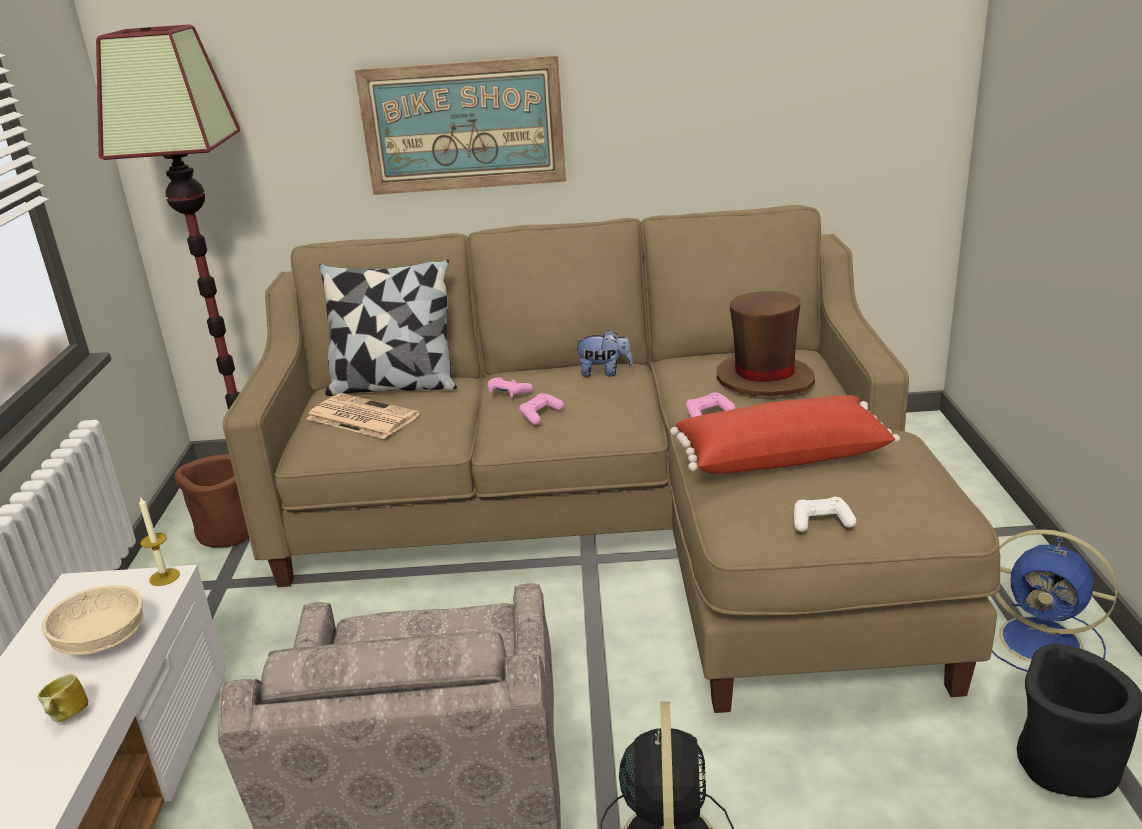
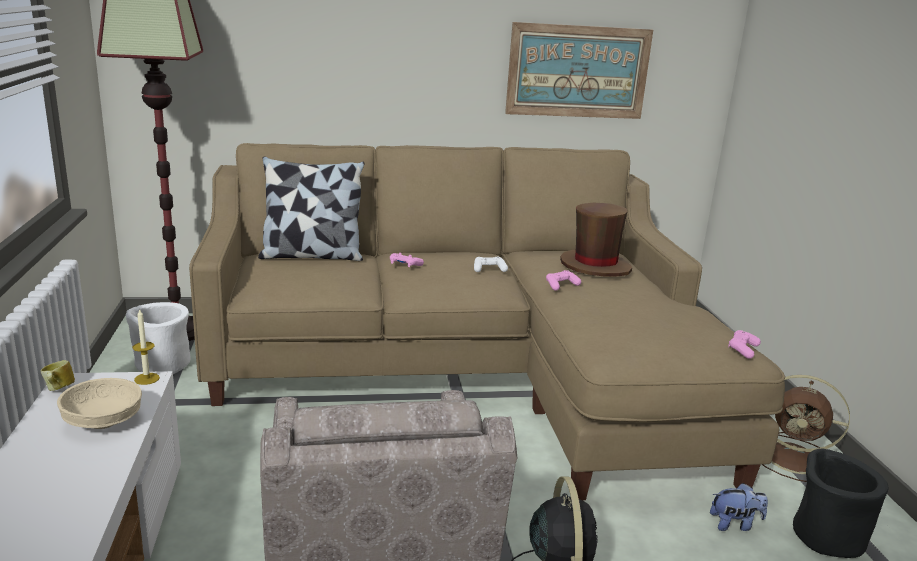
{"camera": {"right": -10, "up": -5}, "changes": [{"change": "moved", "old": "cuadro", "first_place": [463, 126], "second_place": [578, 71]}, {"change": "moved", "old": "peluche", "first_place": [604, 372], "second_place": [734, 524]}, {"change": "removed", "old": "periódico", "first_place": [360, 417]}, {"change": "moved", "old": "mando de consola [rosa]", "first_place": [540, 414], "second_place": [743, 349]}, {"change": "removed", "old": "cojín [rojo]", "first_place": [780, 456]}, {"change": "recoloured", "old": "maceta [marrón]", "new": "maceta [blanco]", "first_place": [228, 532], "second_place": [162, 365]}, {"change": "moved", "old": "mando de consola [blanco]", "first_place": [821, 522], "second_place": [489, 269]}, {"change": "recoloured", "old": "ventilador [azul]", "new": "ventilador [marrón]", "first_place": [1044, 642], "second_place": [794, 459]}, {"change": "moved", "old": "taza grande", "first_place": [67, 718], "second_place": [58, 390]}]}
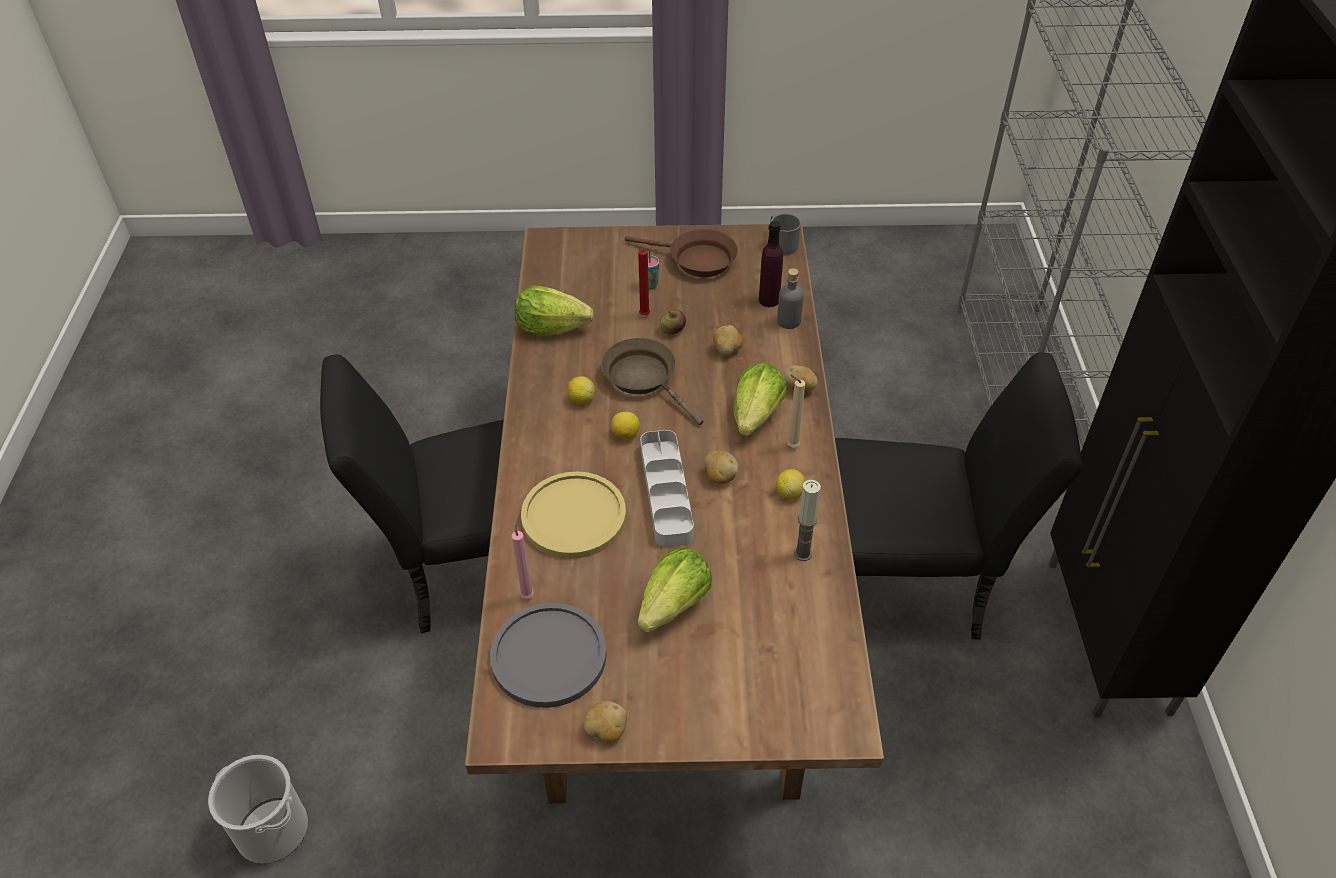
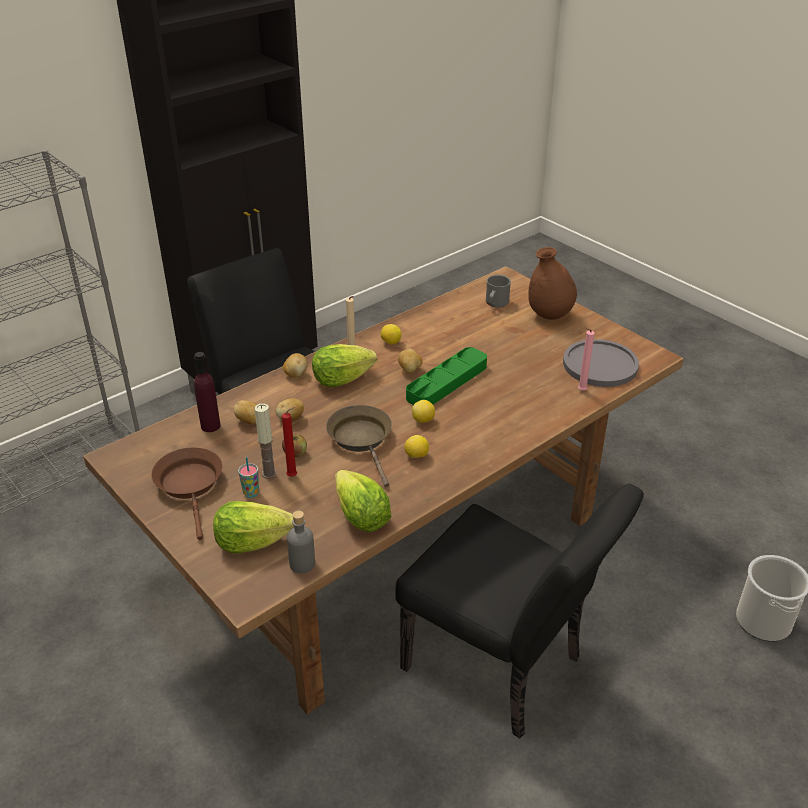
{"camera": {"right": -130, "up": -10}, "changes": [{"change": "moved", "old": "taza grande [gris]", "first_place": [781, 243], "second_place": [495, 303]}, {"change": "moved", "old": "botella [gris]", "first_place": [788, 321], "second_place": [302, 564]}, {"change": "turned", "old": "sartén [marrón]", "first_place": [644, 378], "second_place": [362, 440], "degrees": 150}, {"change": "recoloured", "old": "bandeja [gris]", "new": "bandeja [verde]", "first_place": [666, 492], "second_place": [447, 382]}, {"change": "removed", "old": "plato [amarillo]", "first_place": [574, 516]}, {"change": "moved", "old": "vela", "first_place": [803, 554], "second_place": [269, 473]}, {"change": "moved", "old": "lechuga", "first_place": [674, 605], "second_place": [252, 542]}, {"change": "moved", "old": "patata", "first_place": [606, 731], "second_place": [249, 421]}, {"change": "added", "new": "florero [marrón]", "second_place": [549, 315]}]}
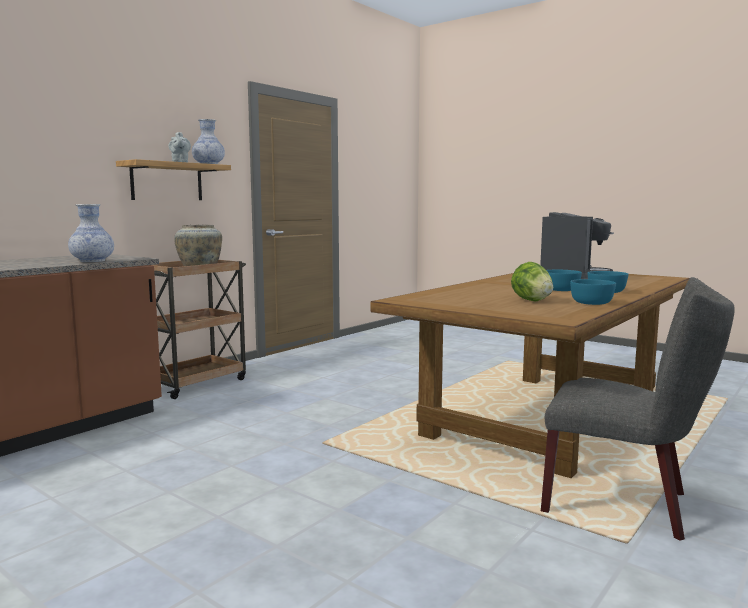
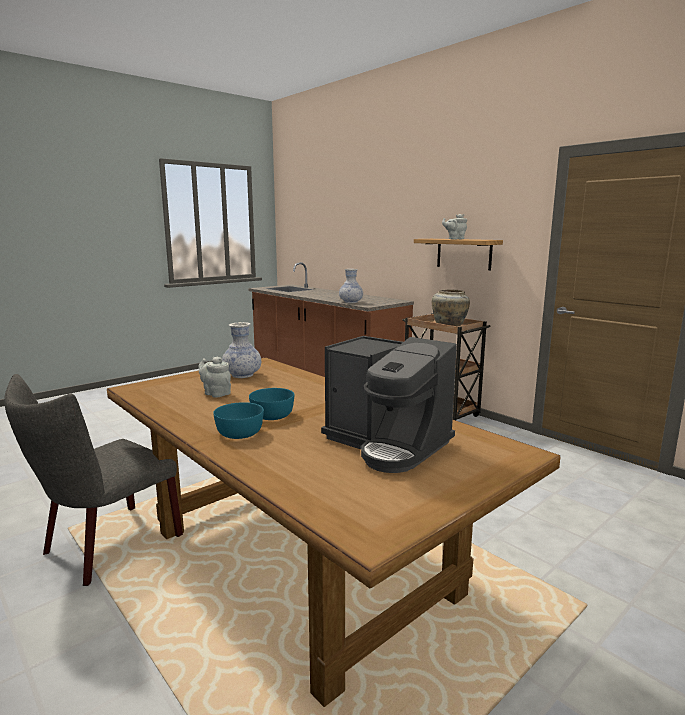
{"camera": {"right": 100, "up": 5}, "changes": [{"change": "moved", "old": "florero", "first_place": [209, 164], "second_place": [242, 375]}, {"change": "replaced", "old": "lechuga", "new": "tetera [gris]", "first_place": [532, 301], "second_place": [216, 393]}, {"change": "removed", "old": "cuenco [turquesa]", "first_place": [592, 303]}]}
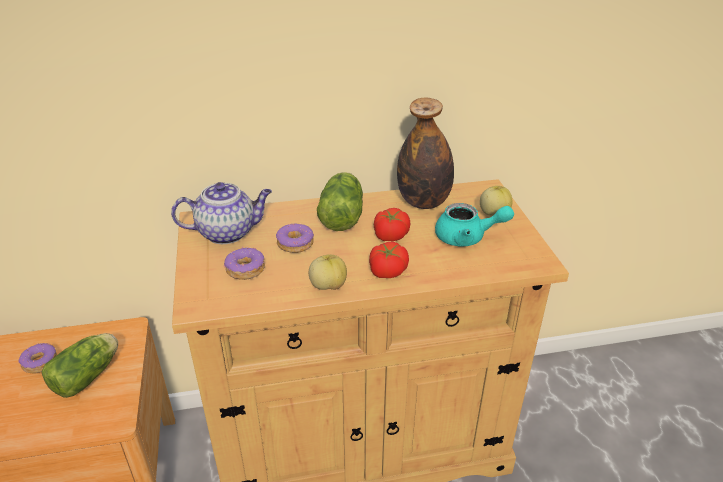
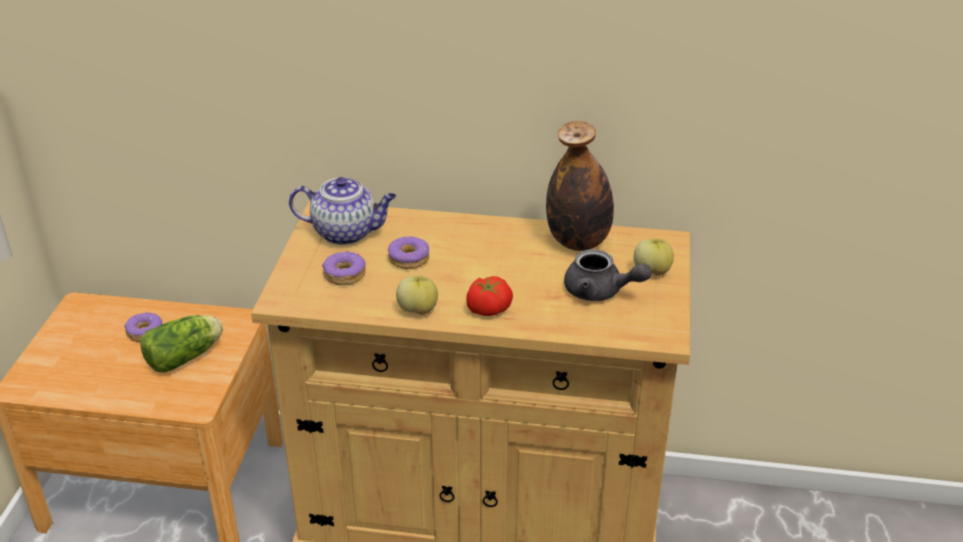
{"camera": {"right": 20, "up": 0}, "changes": [{"change": "removed", "old": "lechuga", "first_place": [342, 214]}, {"change": "recoloured", "old": "tetera [turquesa]", "new": "tetera [gris]", "first_place": [467, 237], "second_place": [600, 292]}, {"change": "removed", "old": "tomate", "first_place": [390, 235]}]}
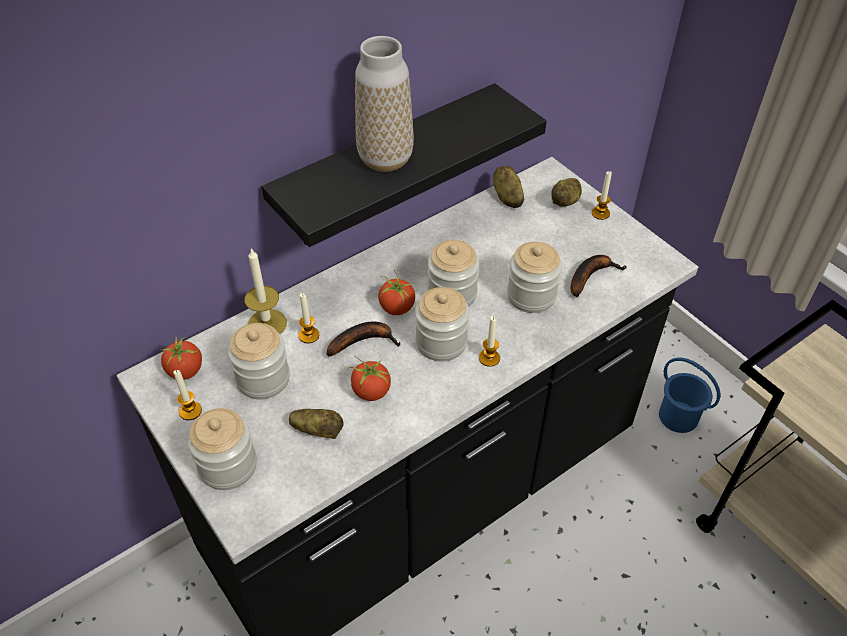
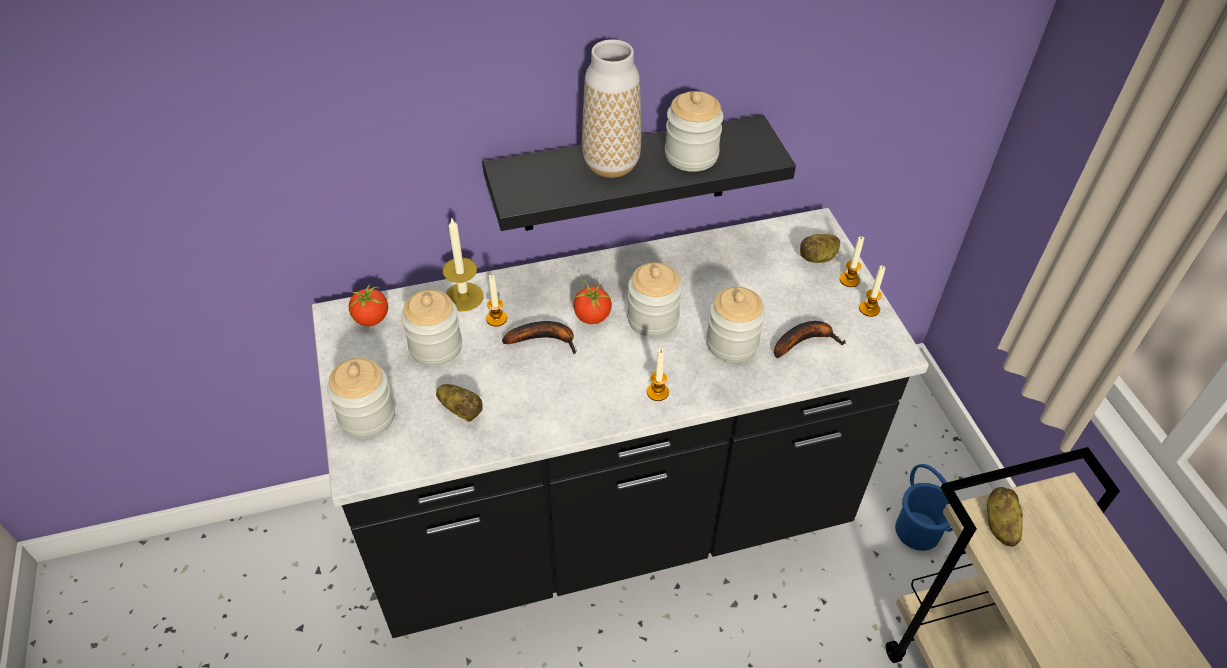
{"camera": {"right": 20, "up": 0}, "changes": [{"change": "moved", "old": "patata", "first_place": [507, 197], "second_place": [999, 524]}, {"change": "moved", "old": "tarro", "first_place": [441, 342], "second_place": [691, 155]}, {"change": "removed", "old": "tomate", "first_place": [371, 391]}, {"change": "moved", "old": "vela", "first_place": [190, 411], "second_place": [869, 309]}]}
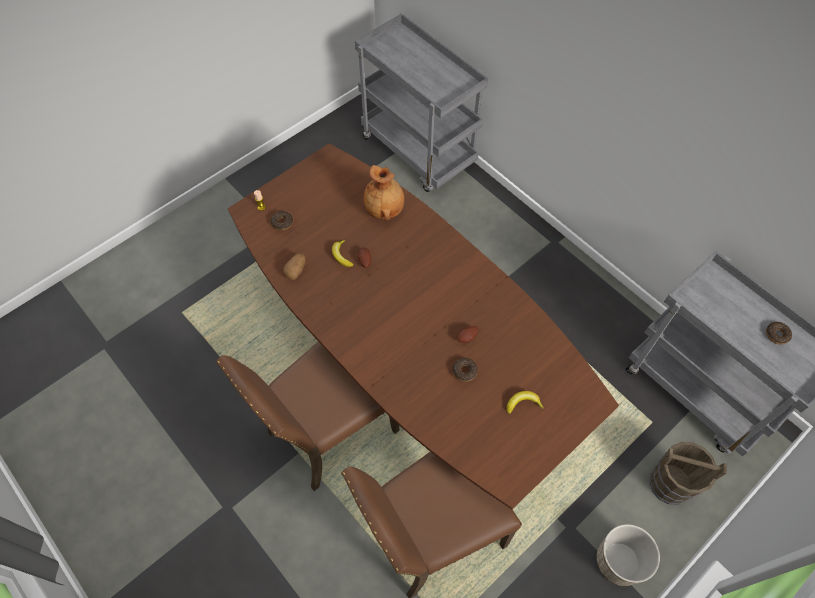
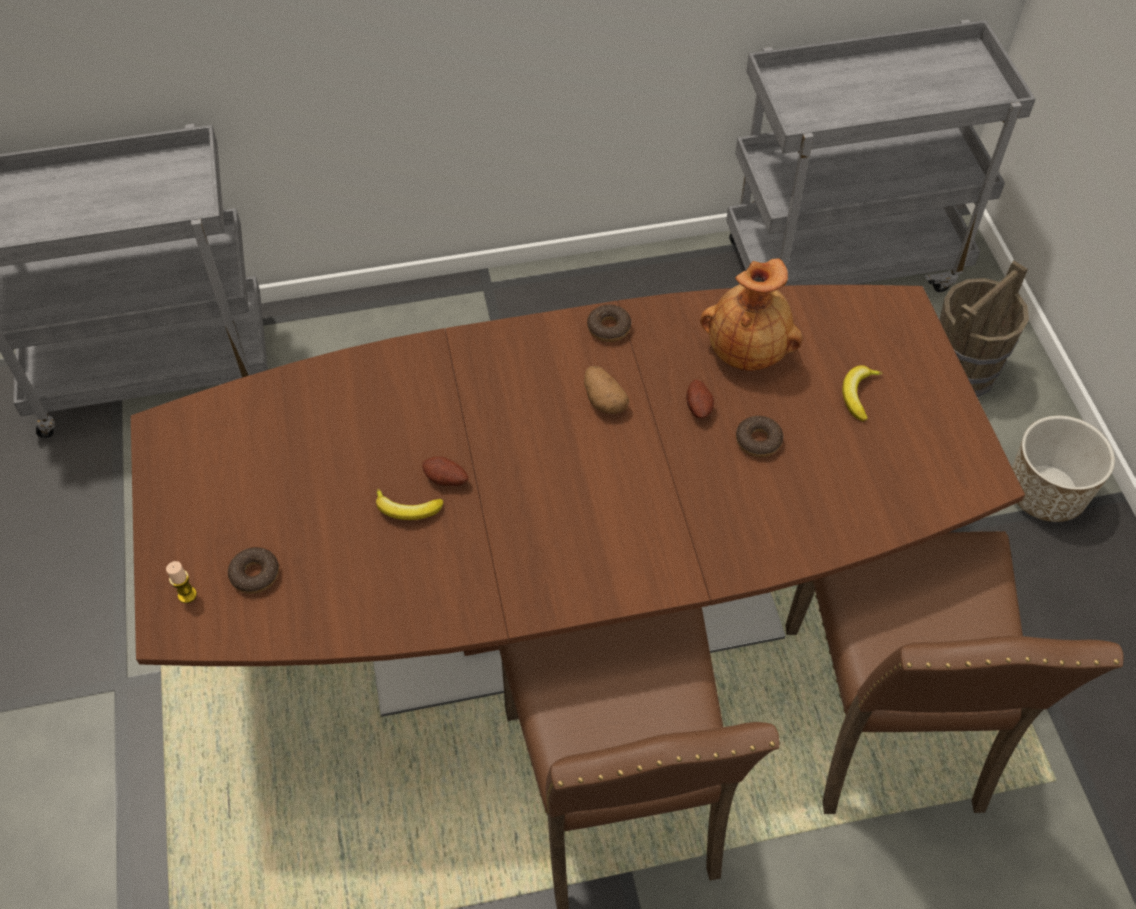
{"camera": {"right": -60, "up": -5}, "changes": [{"change": "moved", "old": "florero [marrón]", "first_place": [385, 209], "second_place": [747, 351]}, {"change": "moved", "old": "patata", "first_place": [296, 270], "second_place": [603, 400]}, {"change": "moved", "old": "rosquilla", "first_place": [777, 334], "second_place": [609, 328]}]}
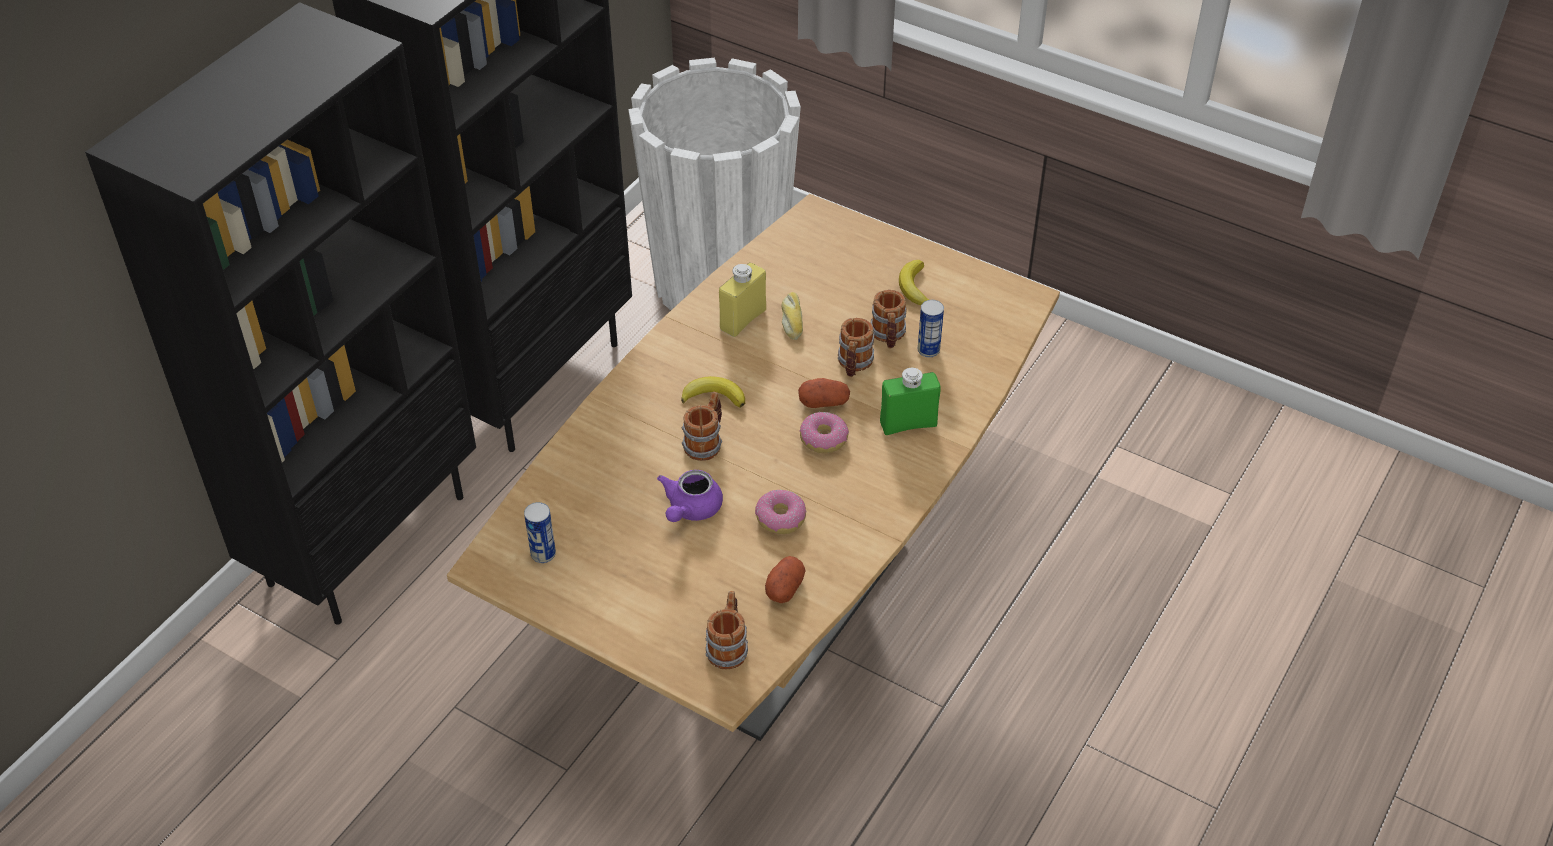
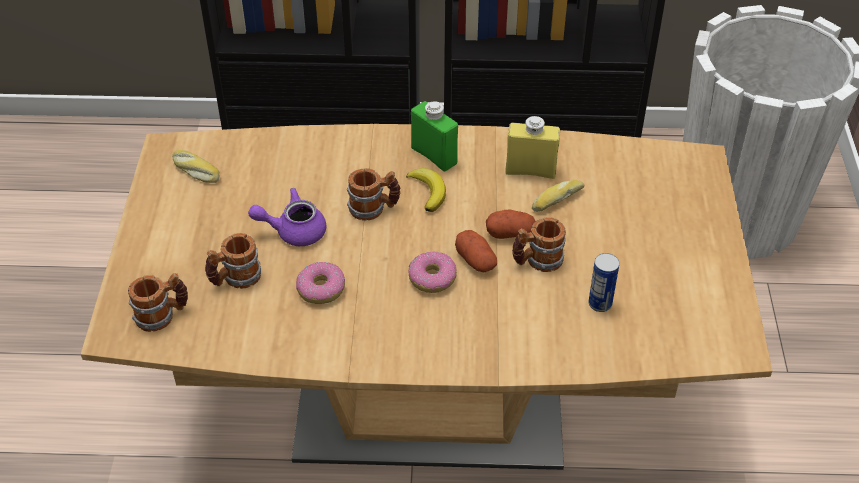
{"camera": {"right": 60, "up": 0}, "changes": [{"change": "removed", "old": "plátano", "first_place": [914, 287]}, {"change": "moved", "old": "taza grande", "first_place": [888, 336], "second_place": [235, 278]}, {"change": "moved", "old": "botella [verde]", "first_place": [908, 424], "second_place": [434, 156]}, {"change": "replaced", "old": "lata", "new": "pan", "first_place": [543, 554], "second_place": [195, 171]}, {"change": "moved", "old": "patata", "first_place": [784, 587], "second_place": [510, 233]}]}
